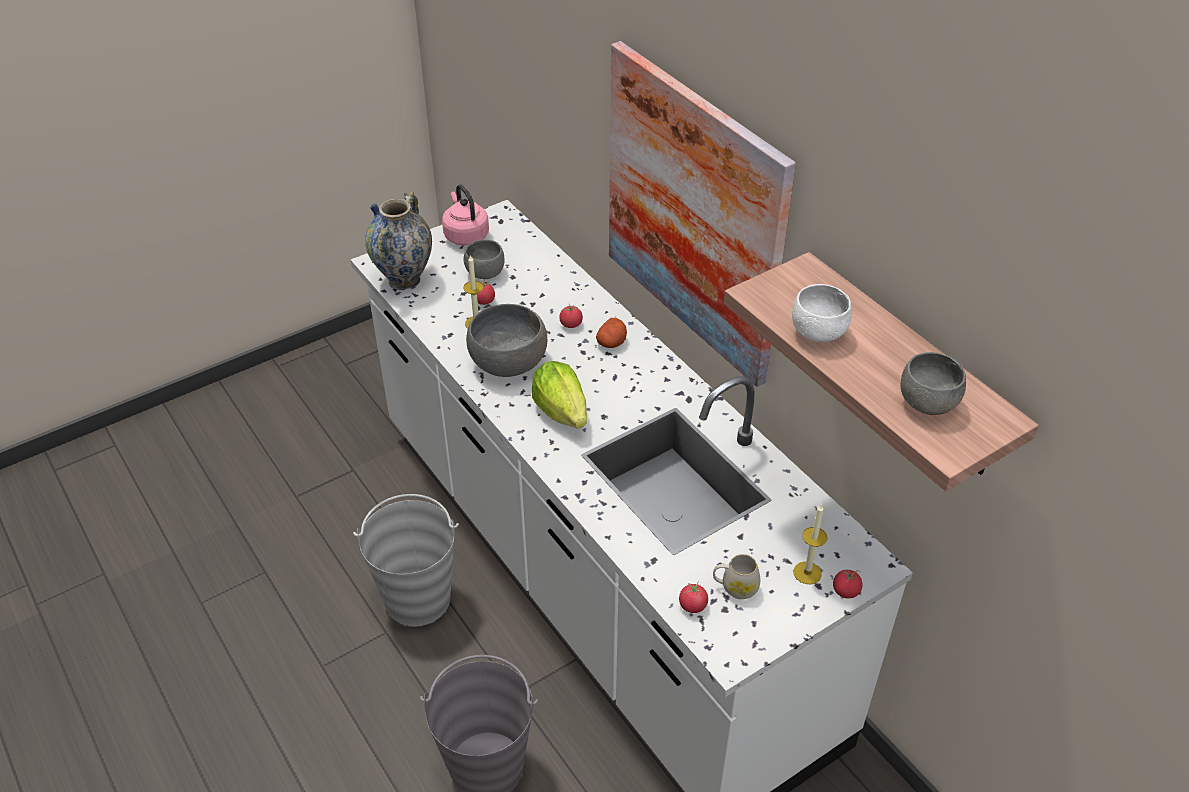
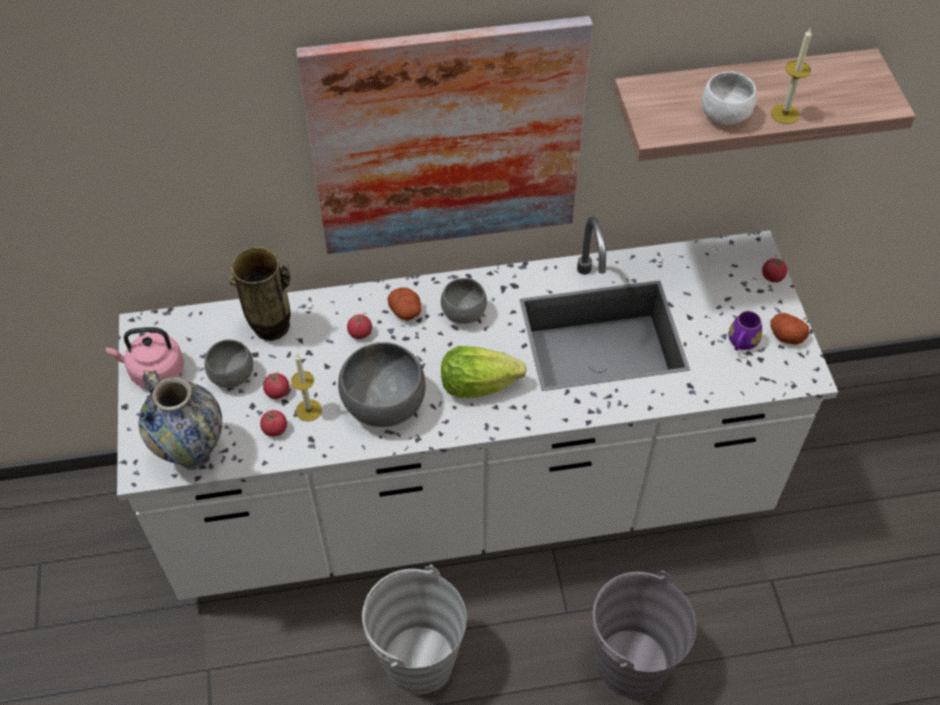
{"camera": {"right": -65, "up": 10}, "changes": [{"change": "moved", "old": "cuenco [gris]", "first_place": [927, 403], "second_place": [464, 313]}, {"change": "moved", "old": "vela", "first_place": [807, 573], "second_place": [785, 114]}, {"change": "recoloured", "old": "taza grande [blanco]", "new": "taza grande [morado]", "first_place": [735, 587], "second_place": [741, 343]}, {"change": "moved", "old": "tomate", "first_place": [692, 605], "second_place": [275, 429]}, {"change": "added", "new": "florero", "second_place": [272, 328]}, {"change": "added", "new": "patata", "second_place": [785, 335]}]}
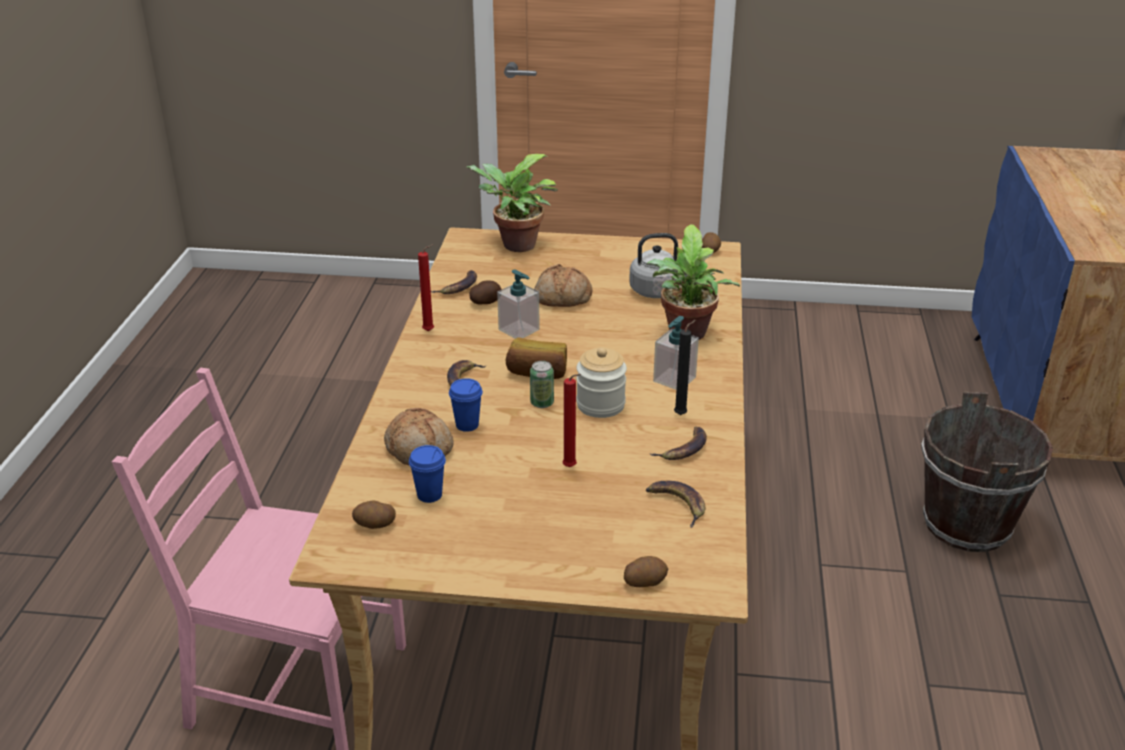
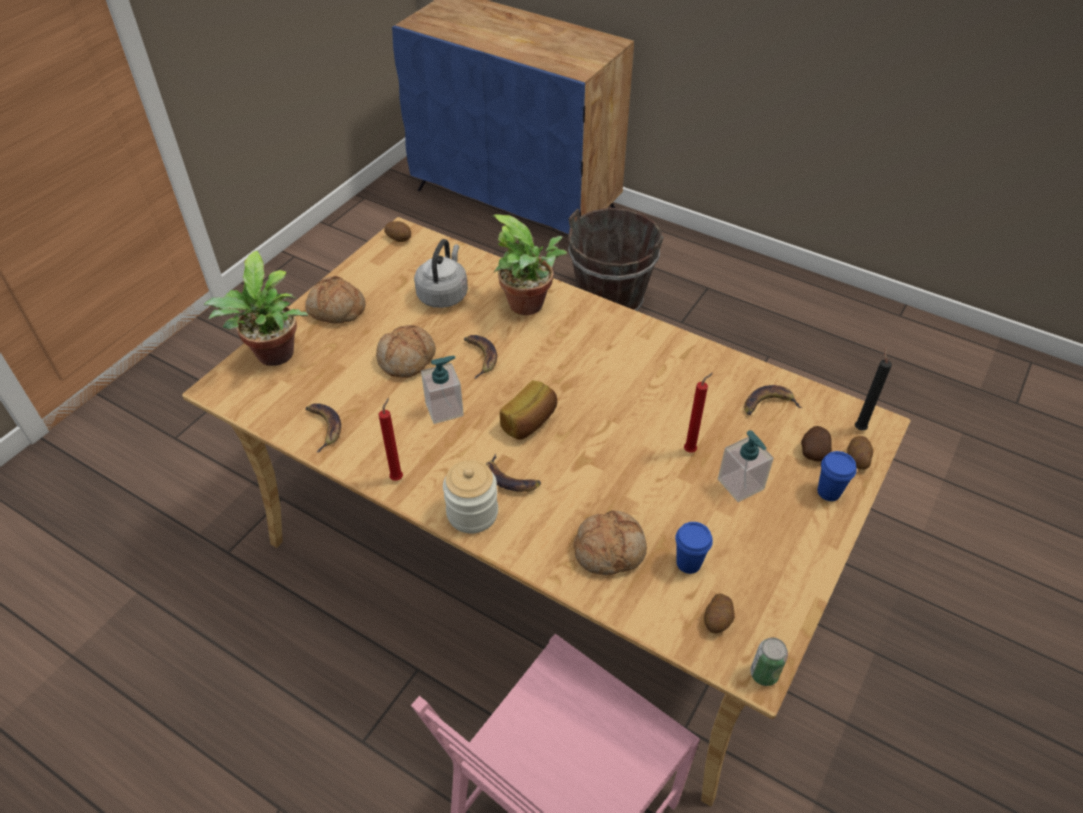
{"camera": {"right": -65, "up": 15}, "changes": [{"change": "moved", "old": "patata", "first_place": [486, 303], "second_place": [813, 452]}, {"change": "moved", "old": "dispensador de jabón", "first_place": [674, 379], "second_place": [740, 484]}, {"change": "moved", "old": "vela [negro]", "first_place": [682, 414], "second_place": [859, 427]}, {"change": "moved", "old": "tarro", "first_place": [600, 405], "second_place": [472, 513]}, {"change": "moved", "old": "lata", "first_place": [542, 403], "second_place": [764, 674]}, {"change": "moved", "old": "taza [azul]", "first_place": [467, 425], "second_place": [828, 492]}, {"change": "moved", "old": "plátano", "first_place": [683, 448], "second_place": [480, 357]}, {"change": "added", "new": "pan", "second_place": [336, 310]}]}
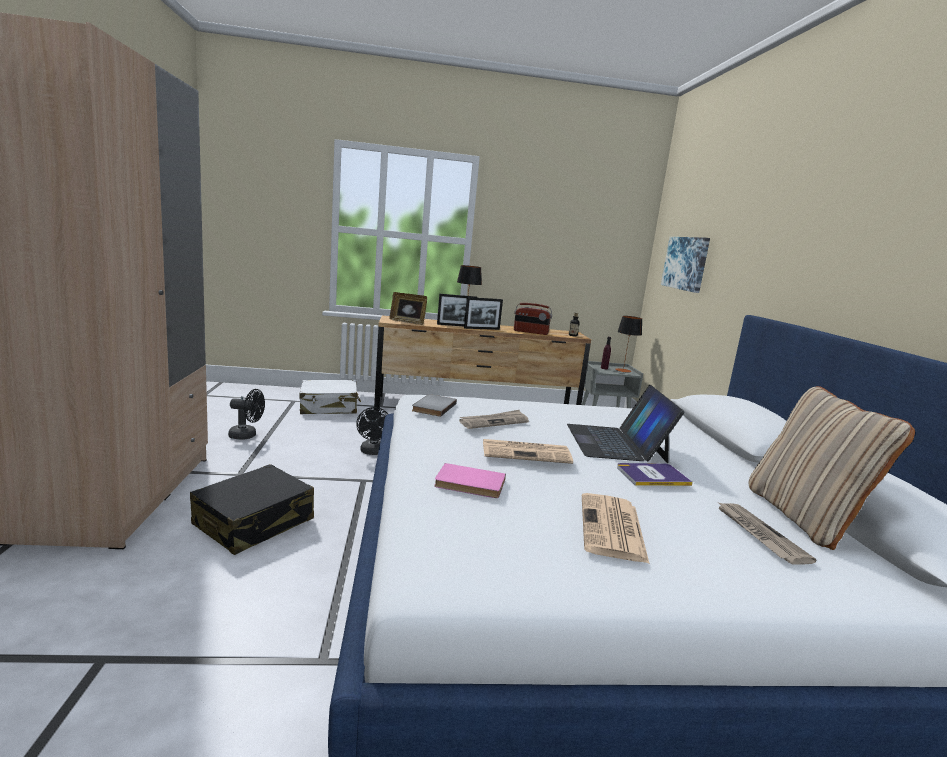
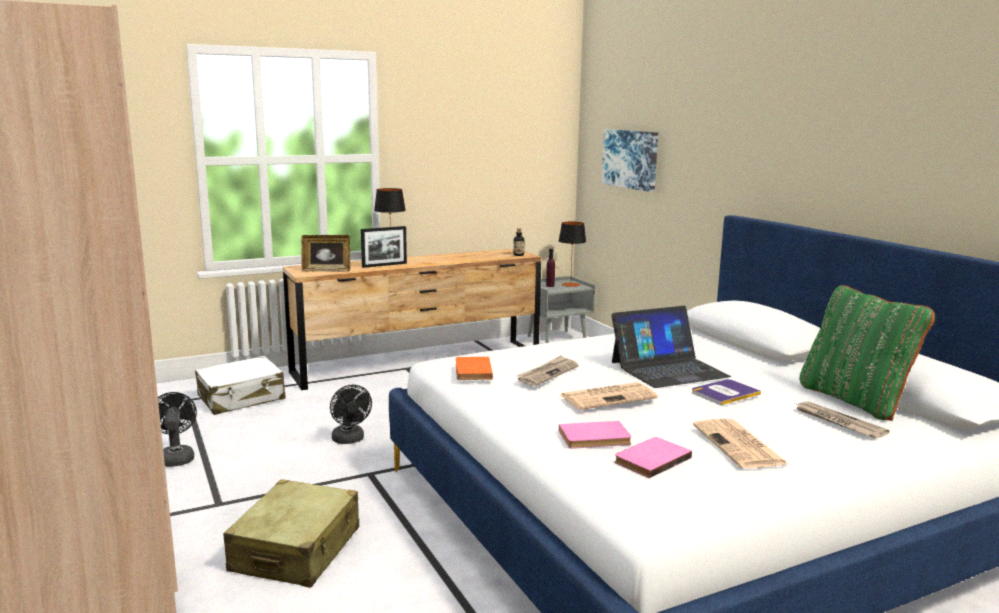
{"camera": {"right": -20, "up": 0}, "changes": [{"change": "removed", "old": "portarretratos", "first_place": [481, 329]}, {"change": "removed", "old": "radio", "first_place": [530, 332]}, {"change": "turned", "old": "portátil", "first_place": [616, 443], "second_place": [668, 369], "degrees": -90}, {"change": "recoloured", "old": "cojín [beis]", "new": "cojín [verde]", "first_place": [804, 517], "second_place": [855, 400]}, {"change": "turned", "old": "ventilador [negro]", "first_place": [247, 436], "second_place": [176, 457], "degrees": -90}, {"change": "recoloured", "old": "libro [gris]", "new": "libro [naranja]", "first_place": [432, 407], "second_place": [471, 371]}, {"change": "recoloured", "old": "maleta [negro]", "new": "maleta [beis]", "first_place": [254, 522], "second_place": [296, 550]}, {"change": "added", "new": "libro [rosa]", "second_place": [650, 459]}]}
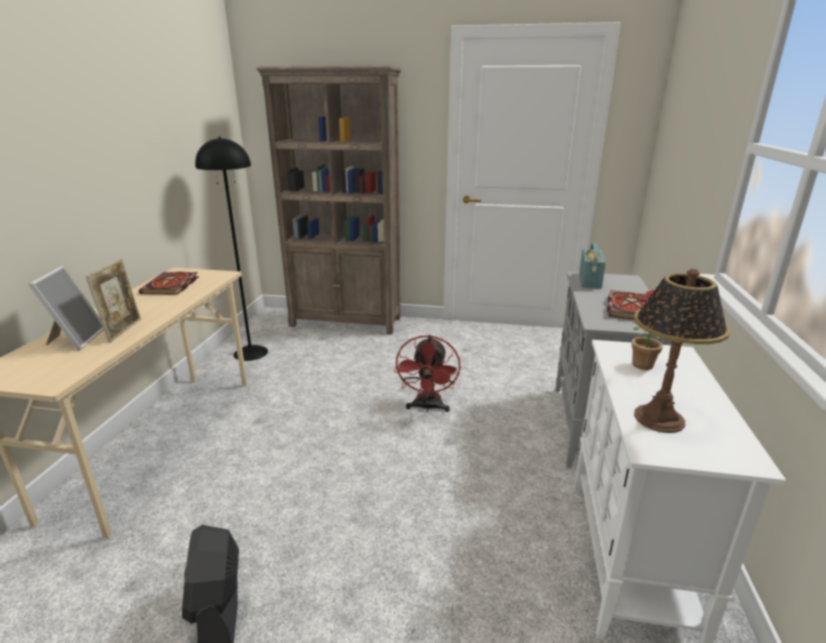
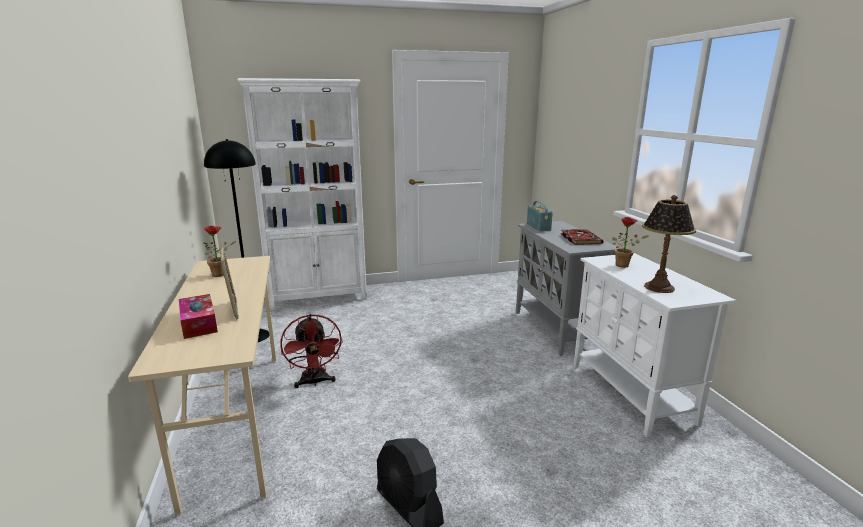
{"camera": {"right": -25, "up": -5}, "changes": [{"change": "recoloured", "old": "estantería [marrón]", "new": "estantería [blanco]", "first_place": [346, 322], "second_place": [319, 297]}, {"change": "replaced", "old": "portarretratos", "new": "caja de pañuelos", "first_place": [76, 339], "second_place": [199, 323]}, {"change": "replaced", "old": "libro", "new": "planta en maceta", "first_place": [171, 286], "second_place": [222, 274]}, {"change": "moved", "old": "ventilador [rojo]", "first_place": [427, 407], "second_place": [314, 382]}]}
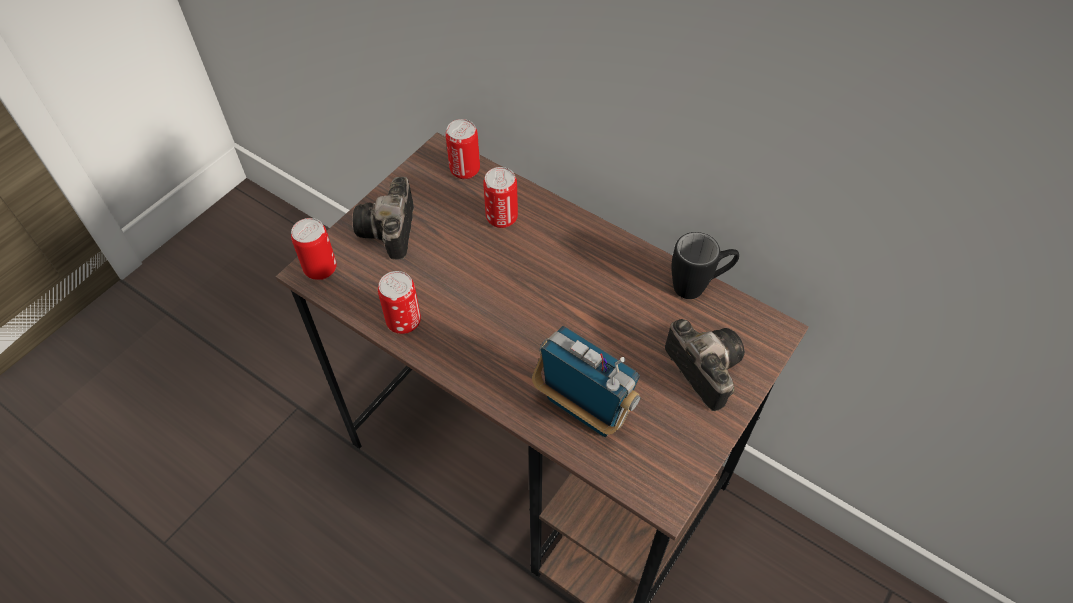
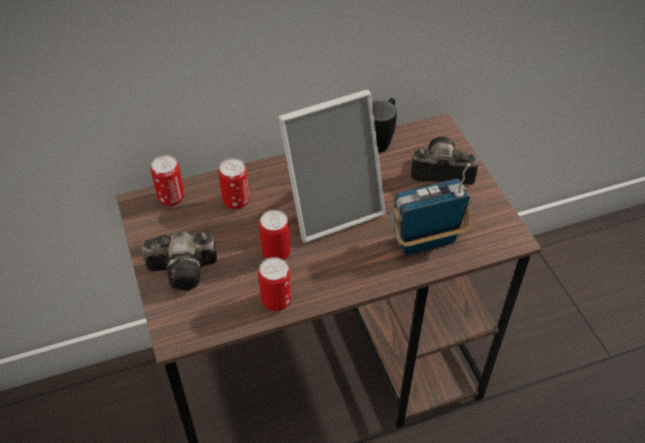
{"camera": {"right": -55, "up": -5}, "changes": [{"change": "turned", "old": "cámara", "first_place": [390, 233], "second_place": [186, 269], "degrees": -45}, {"change": "moved", "old": "lata", "first_place": [320, 269], "second_place": [276, 253]}, {"change": "added", "new": "portarretratos", "second_place": [332, 207]}]}
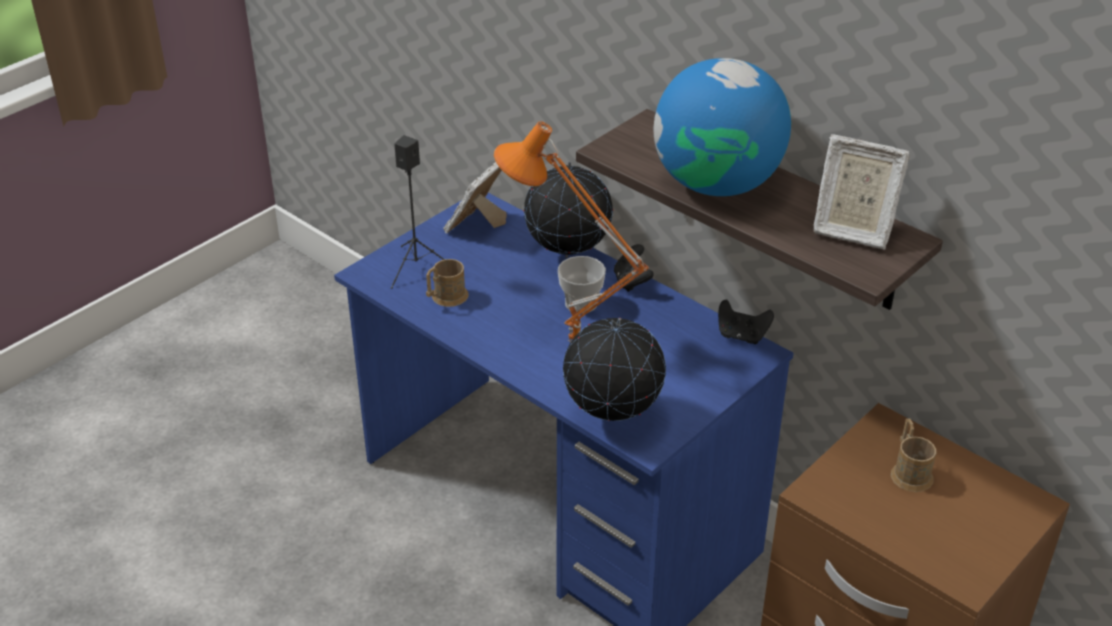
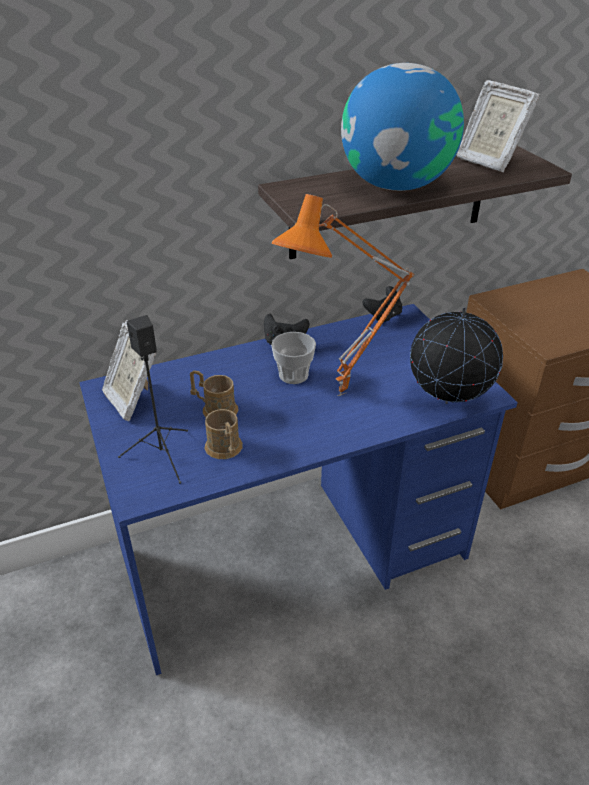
{"camera": {"right": -65, "up": 0}, "changes": [{"change": "turned", "old": "portarretratos", "first_place": [852, 230], "second_place": [488, 161], "degrees": 90}, {"change": "removed", "old": "globo terráqueo", "first_place": [568, 256]}, {"change": "moved", "old": "taza grande [marrón]", "first_place": [909, 471], "second_place": [215, 409]}]}
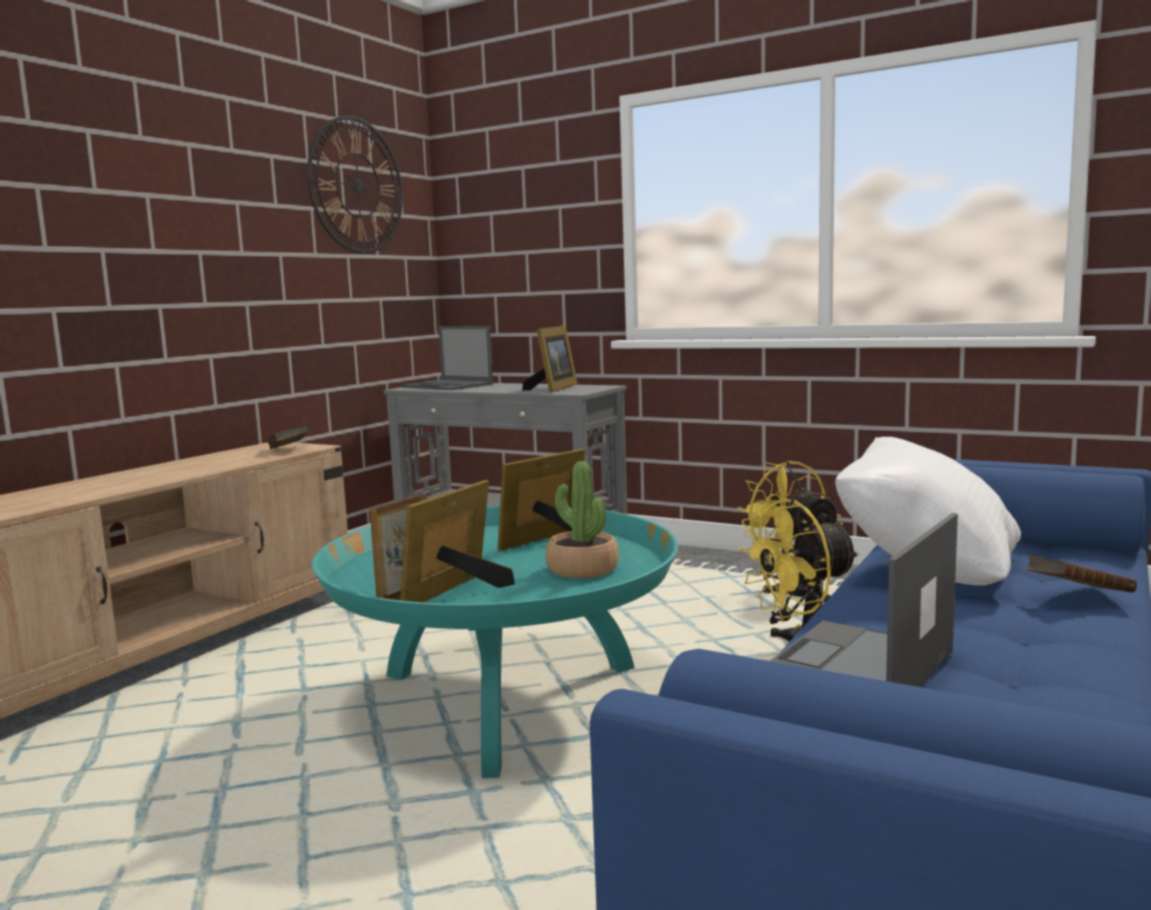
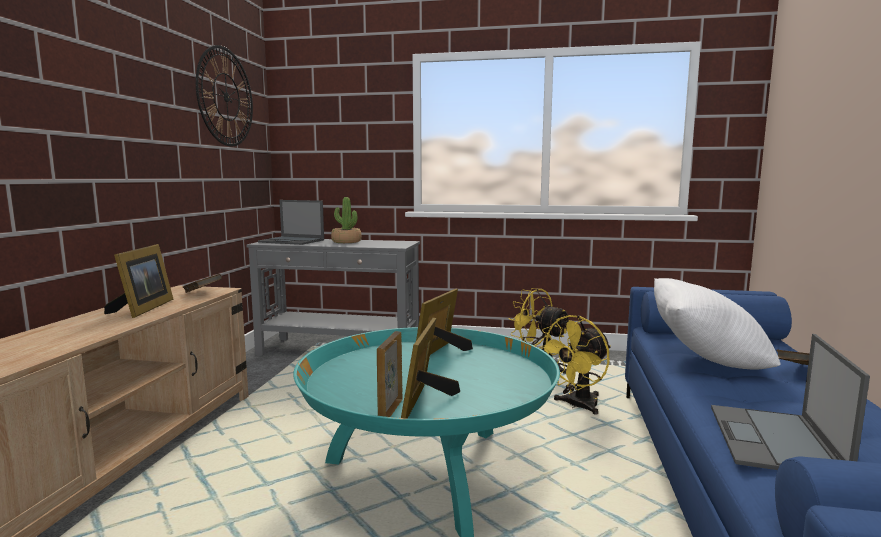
{"camera": {"right": -20, "up": 0}, "changes": [{"change": "moved", "old": "portarretratos", "first_place": [553, 388], "second_place": [143, 309]}, {"change": "moved", "old": "planta en maceta", "first_place": [582, 569], "second_place": [346, 242]}]}
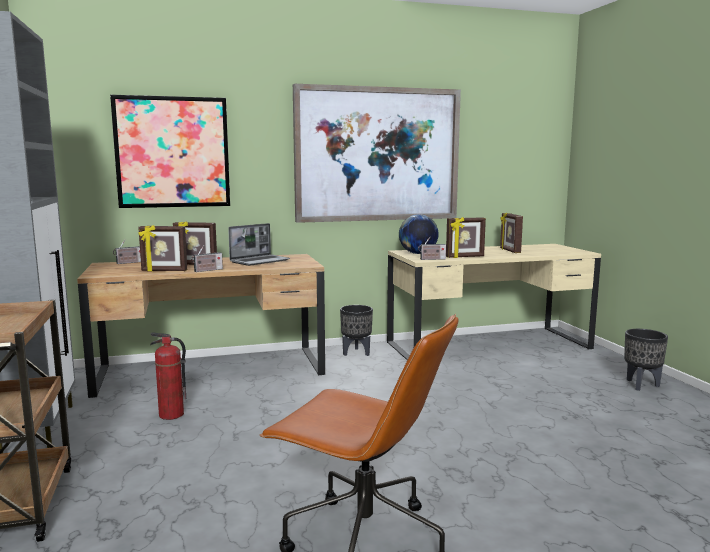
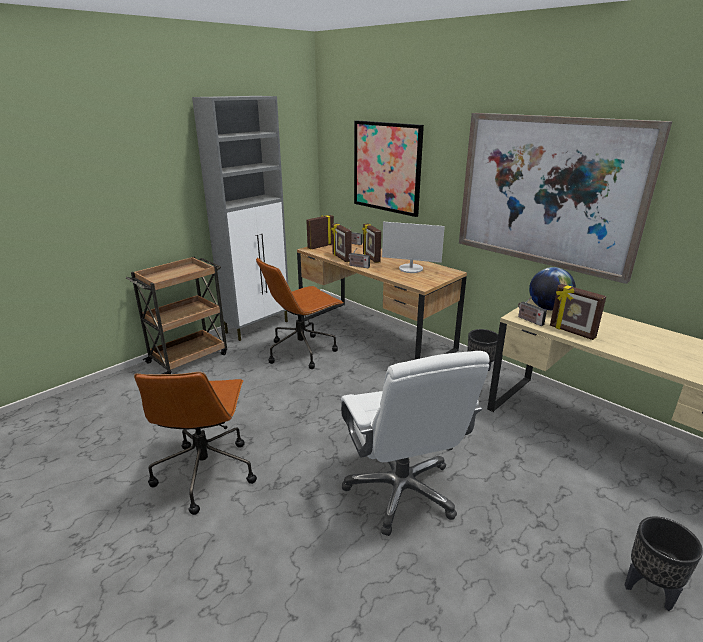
{"camera": {"right": 60, "up": 15}, "changes": [{"change": "moved", "old": "portarretratos", "first_place": [509, 251], "second_place": [320, 246]}, {"change": "replaced", "old": "portátil", "new": "monitor", "first_place": [260, 261], "second_place": [411, 269]}, {"change": "replaced", "old": "extintor", "new": "silla de oficina [marrón]", "first_place": [171, 415], "second_place": [302, 351]}, {"change": "added", "new": "silla de oficina [blanco]", "second_place": [401, 491]}]}
